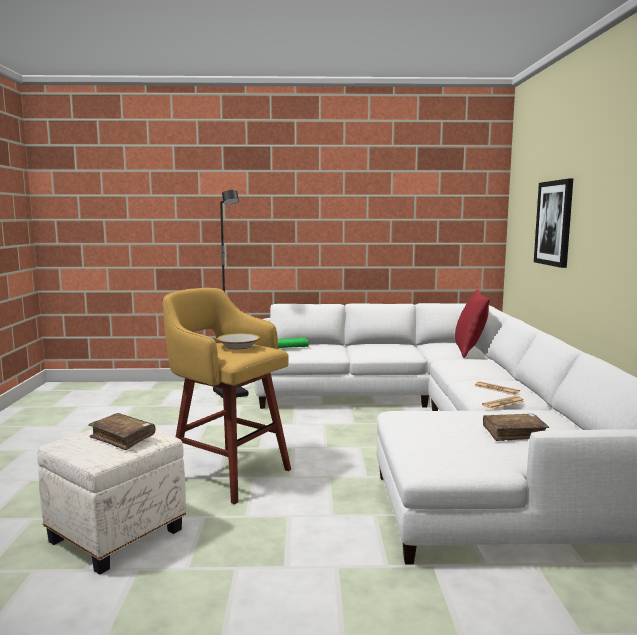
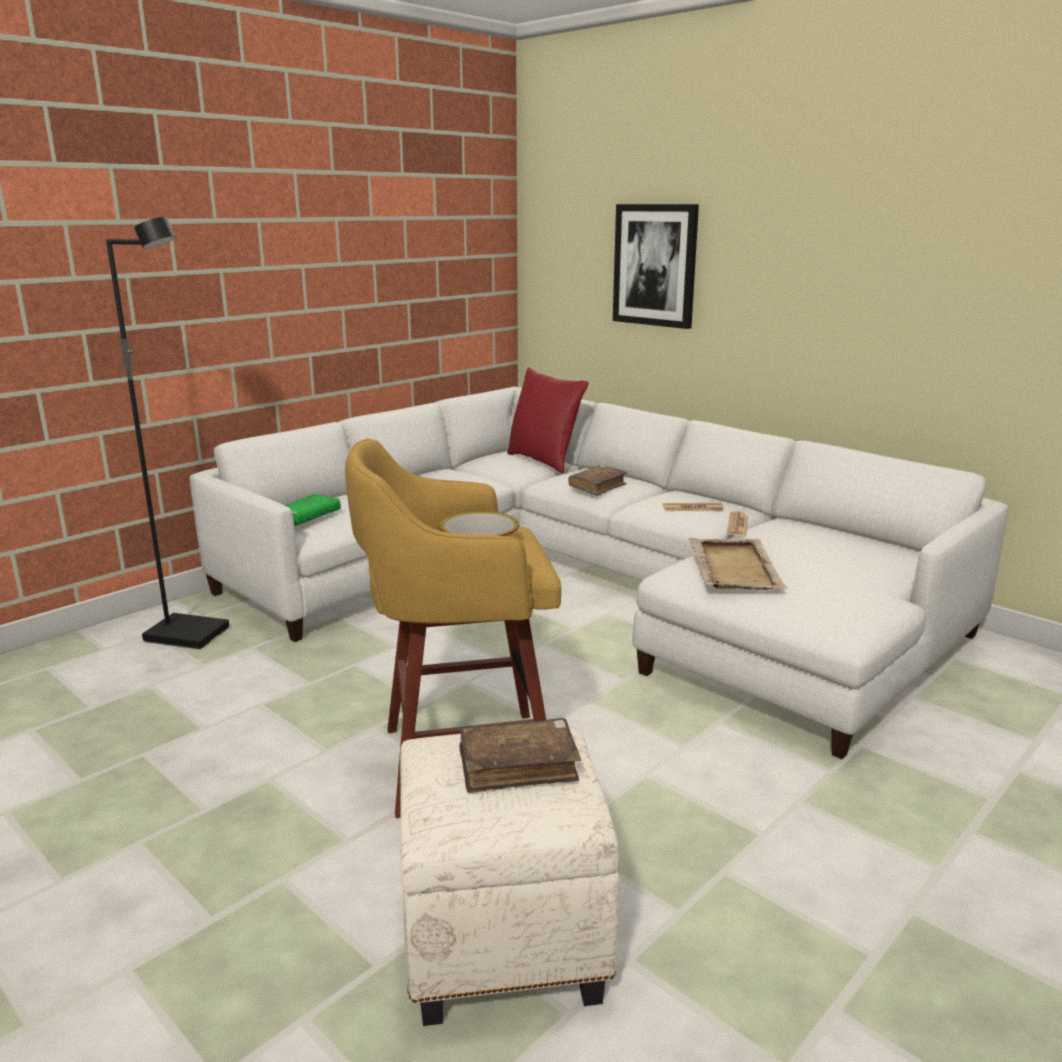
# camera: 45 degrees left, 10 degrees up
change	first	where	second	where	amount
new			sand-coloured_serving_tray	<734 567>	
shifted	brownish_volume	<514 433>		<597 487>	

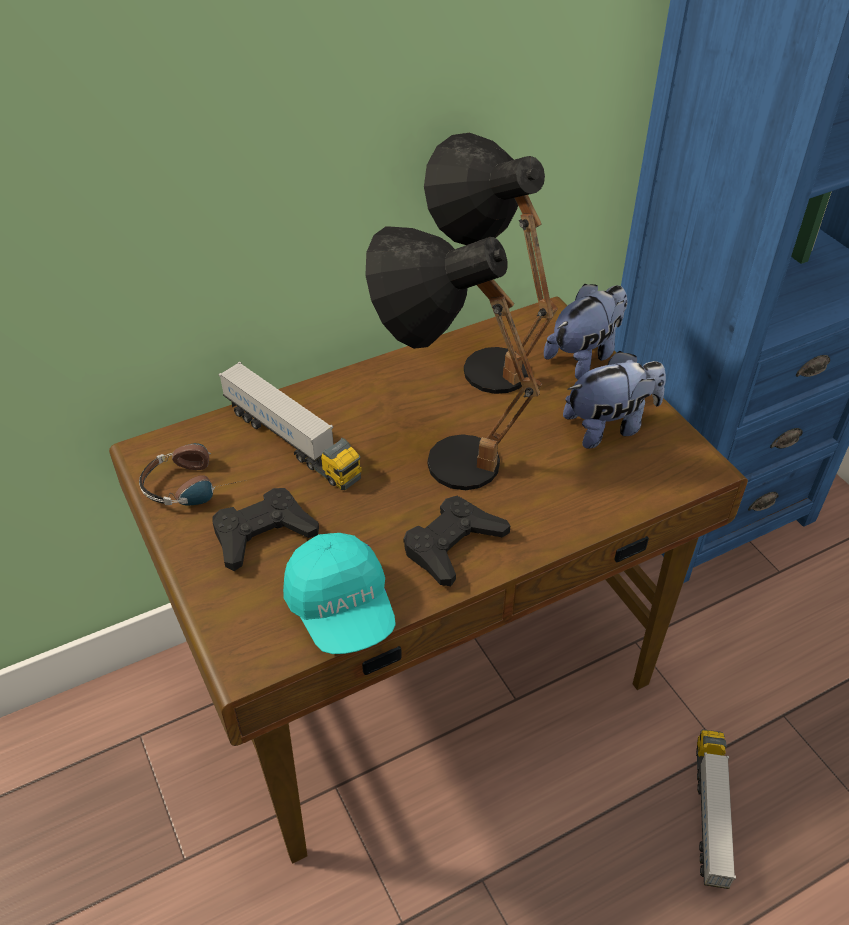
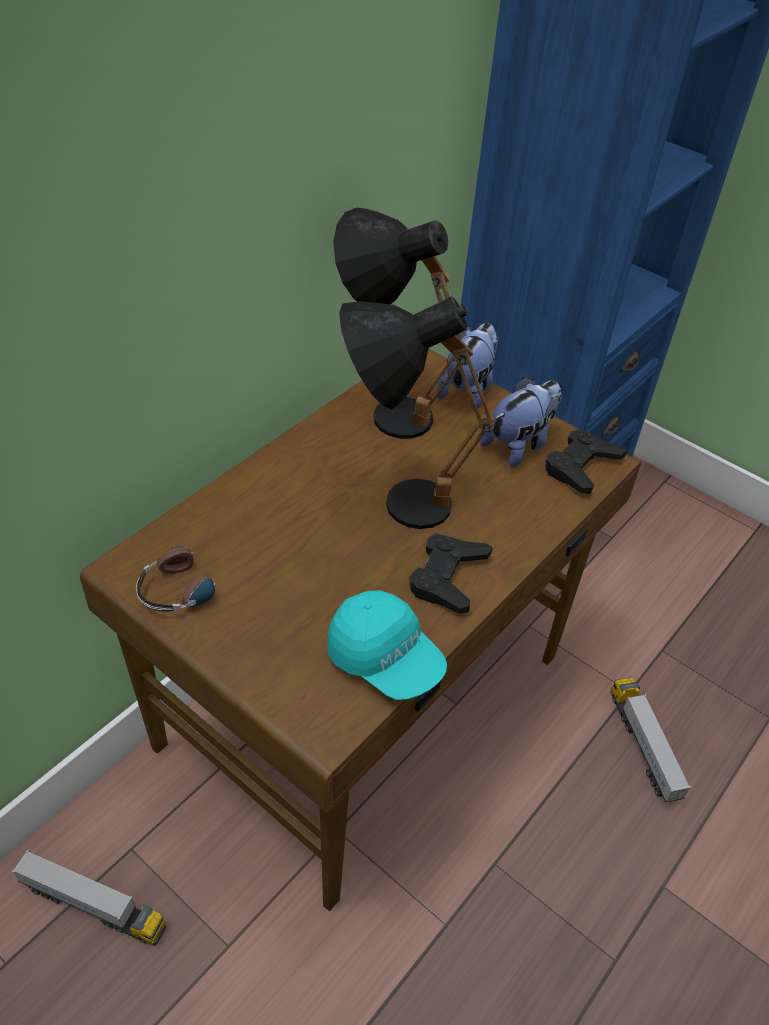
# camera: 25 degrees left, 0 degrees up
change	first	where	second	where	amount
shifted	black_gamepad	<263 534>		<581 466>	
shifted	toy_lorry	<291 442>		<93 906>	

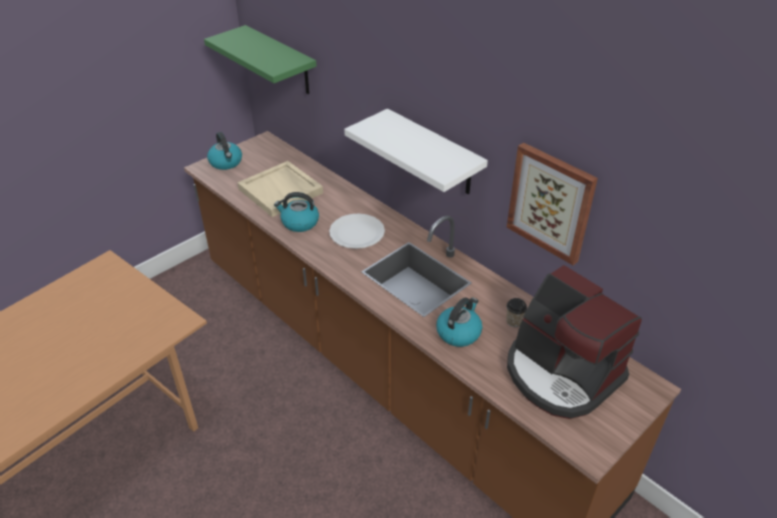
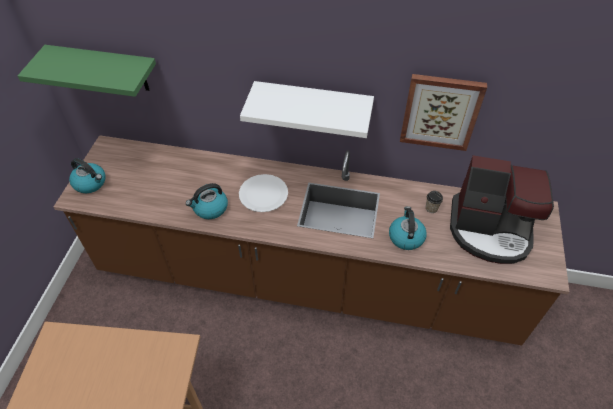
# camera: 35 degrees left, 10 degrees up
change	first	where	second	where	amount
gone	sand-coloured_serving_tray	<281 191>			

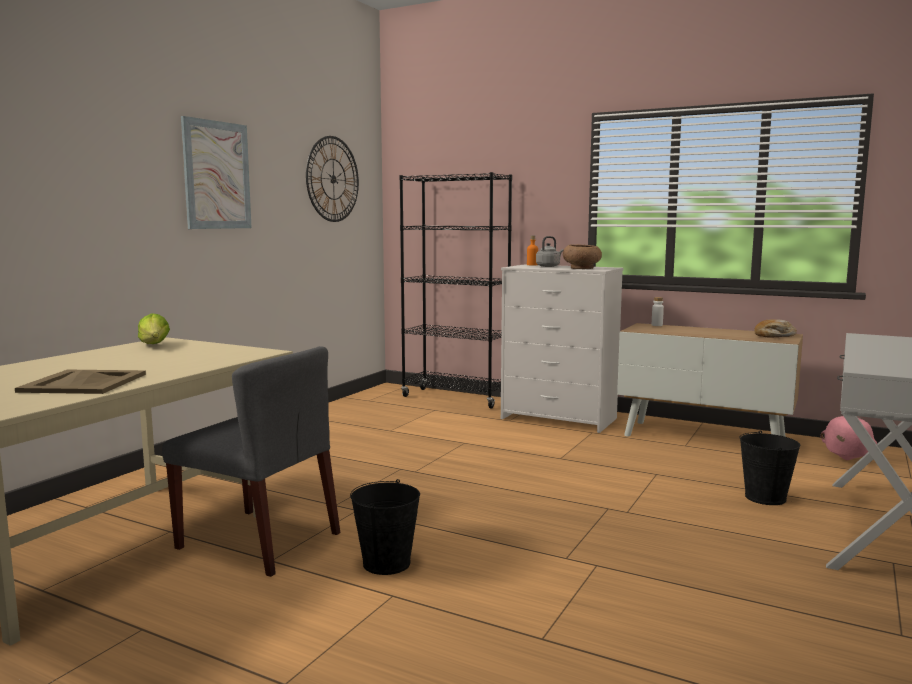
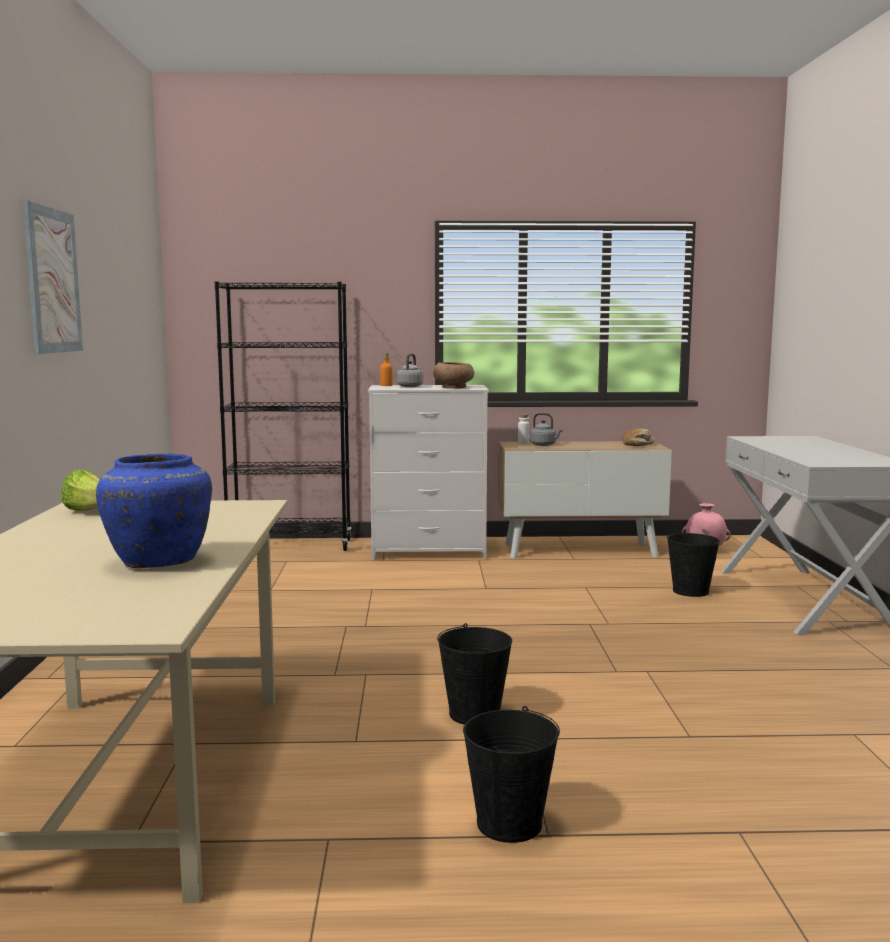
# camera: 30 degrees left, 0 degrees up
change	first	where	second	where	amount
gone	grey_plain_chair	<260 541>			
gone	hanging_clock	<333 179>			
new			black_pail	<508 823>	
new			grey_tea_kettle	<544 445>	
swapped	sand-coloured_serving_tray	<85 382>	blue-coloured_flower_vase	<160 561>	

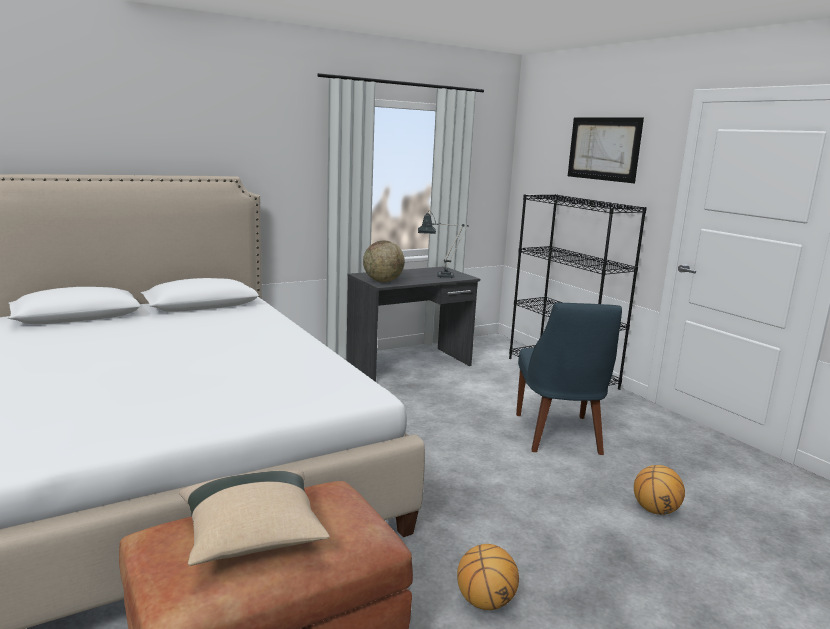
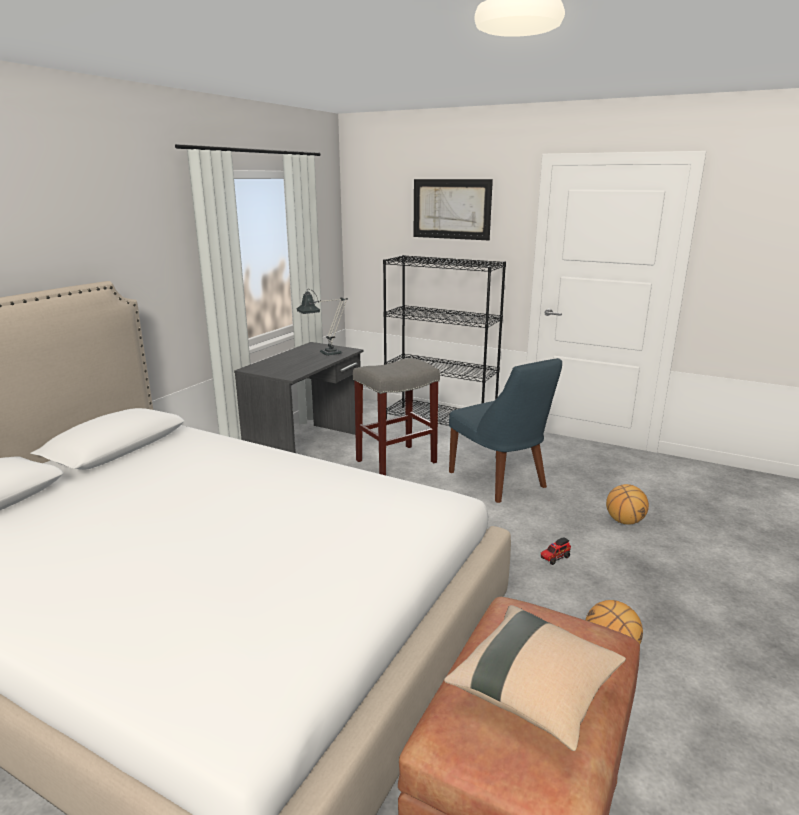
# camera: 30 degrees left, 5 degrees up
change	first	where	second	where	amount
gone	world_globe	<383 281>			
new			grey_sitting_stool	<395 462>	
new			toy_lorry	<554 558>	

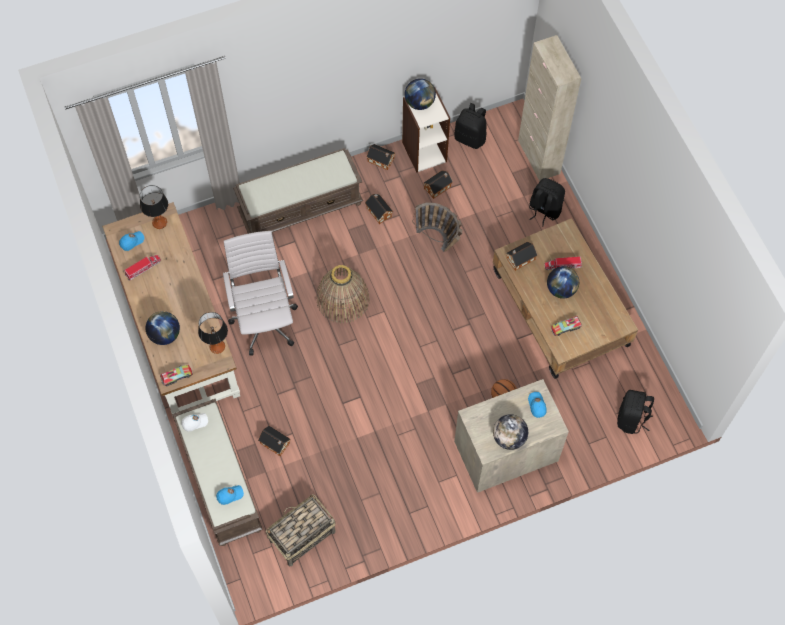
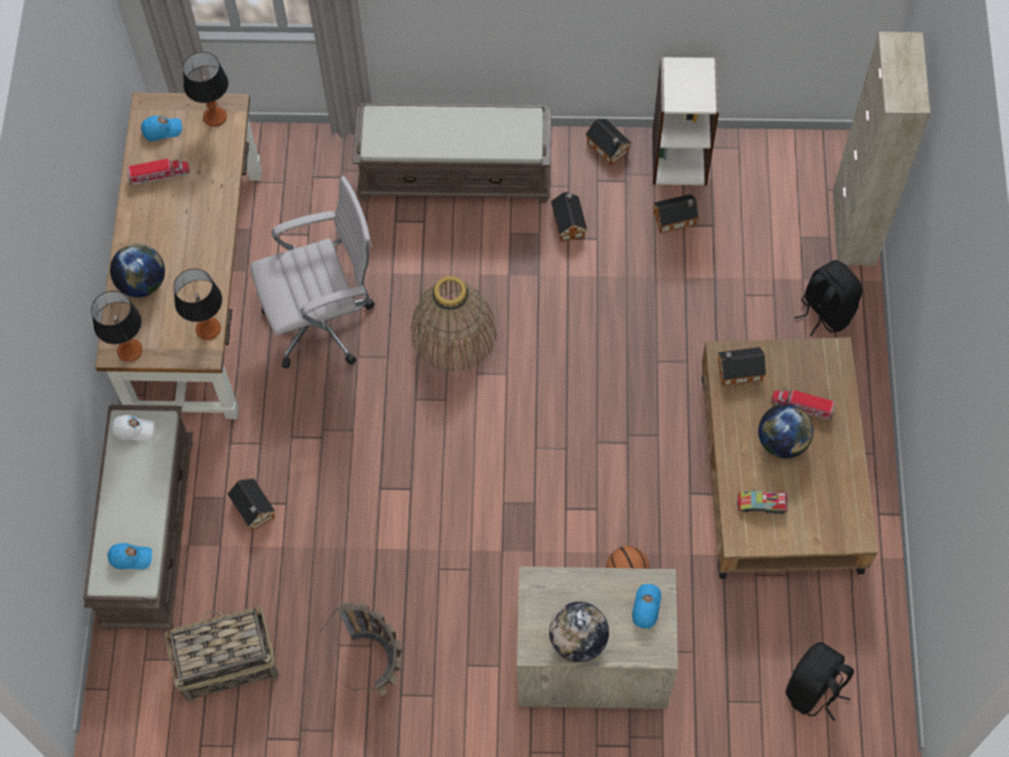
# camera: 25 degrees right, 0 degrees up
change	first	where	second	where	amount
gone	world_globe	<419 103>			
gone	black_knapsack	<470 138>			
shifted	household_basket	<439 242>		<379 670>	
swapped	toy_lorry	<177 376>	tabletop_lamp	<129 350>	
rotated	white_desk_chair	<264 321>		<325 322>	60 degrees clockwise

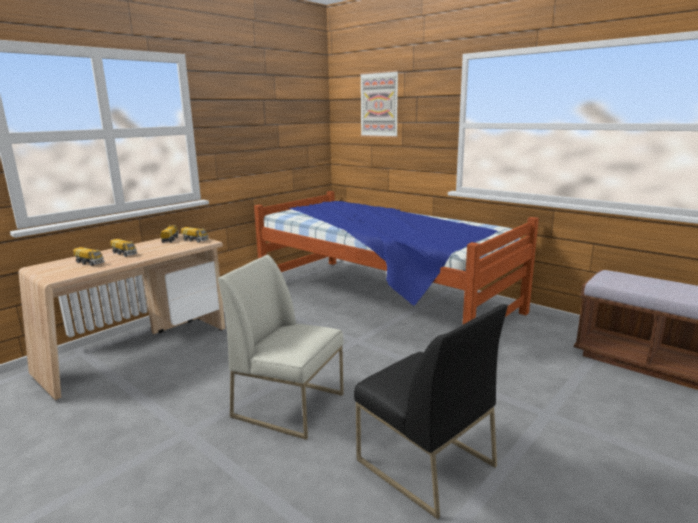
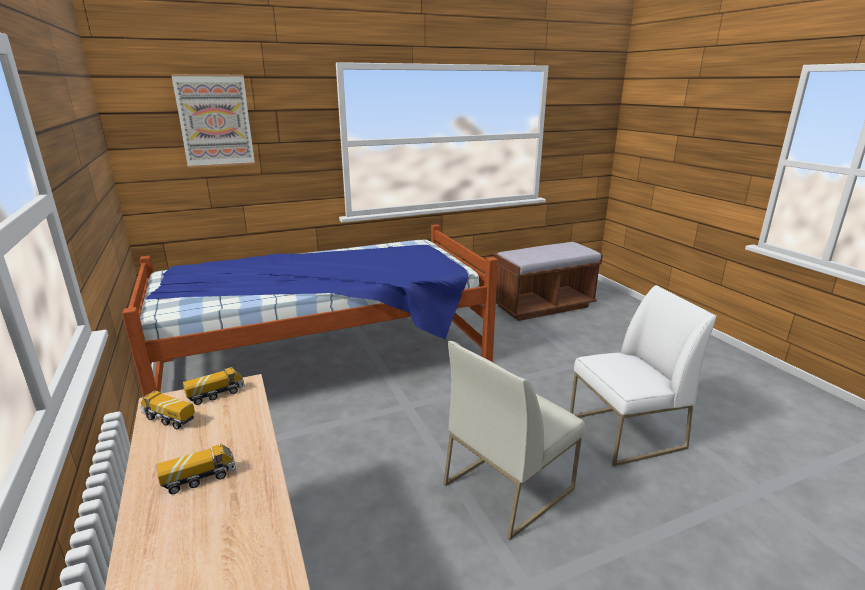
# camera: 65 degrees left, 5 degrees up
change	first	where	second	where	amount
gone	toy_lorry	<90 263>			
repainted	black_plain_chair	<424 463>	white_plain_chair	<625 433>	

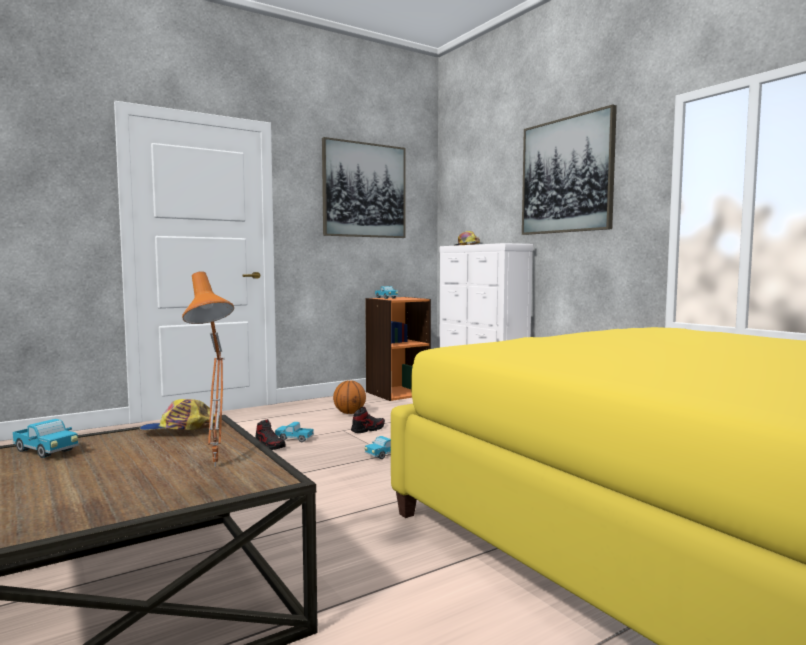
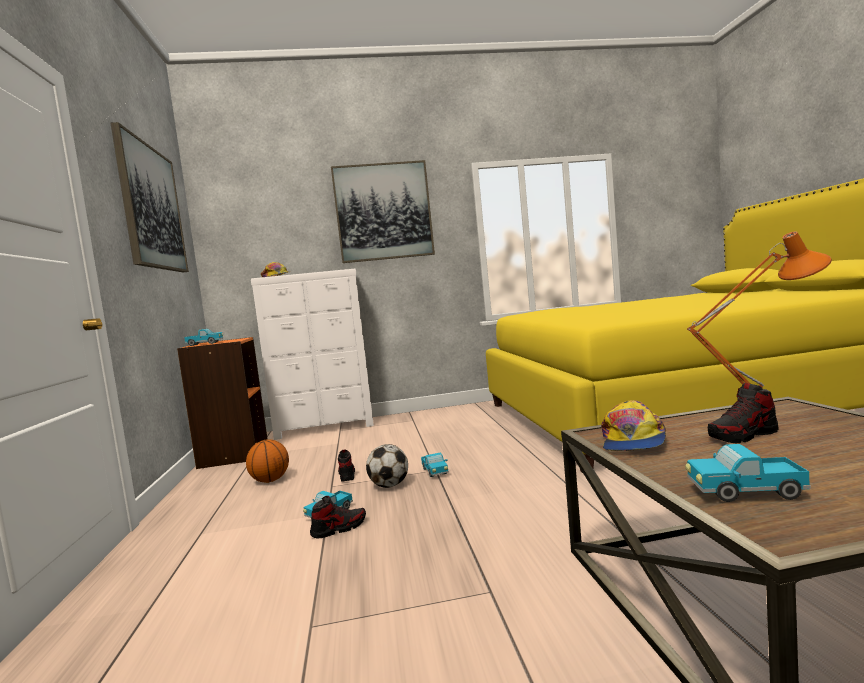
# camera: 65 degrees left, 0 degrees up
change	first	where	second	where	amount
new			football_ball	<389 485>	
new			shoe	<743 435>	
rotated	toy_lorry	<46 451>		<744 492>	135 degrees counterclockwise

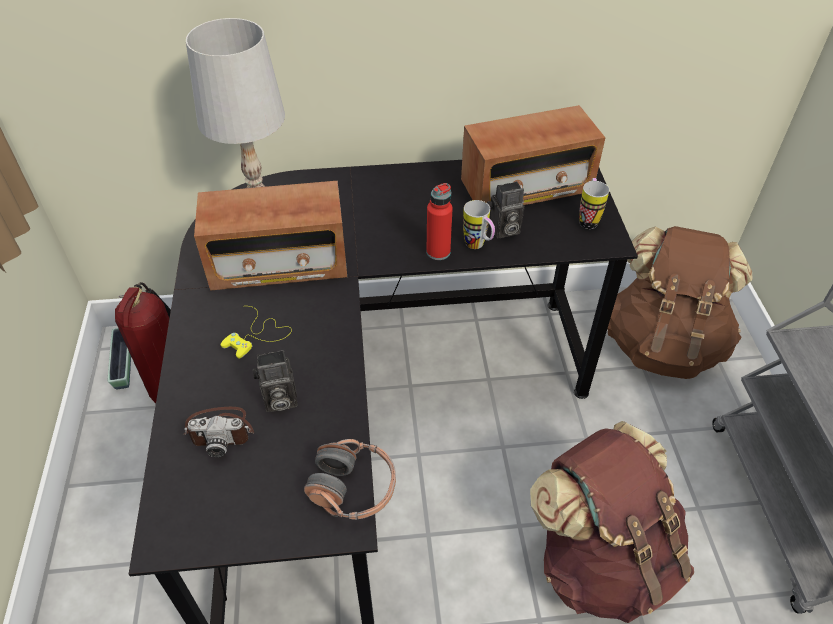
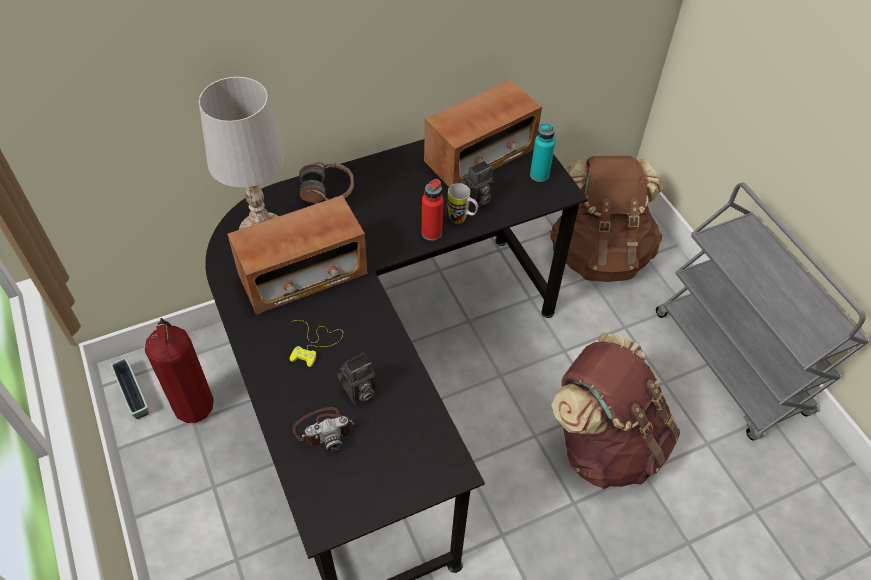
# camera: 20 degrees left, 5 degrees up
change	first	where	second	where	amount
shifted	pair_of_headphones	<353 488>		<327 191>	
swapped	mug	<588 219>	turquoise_bottle	<539 175>	

